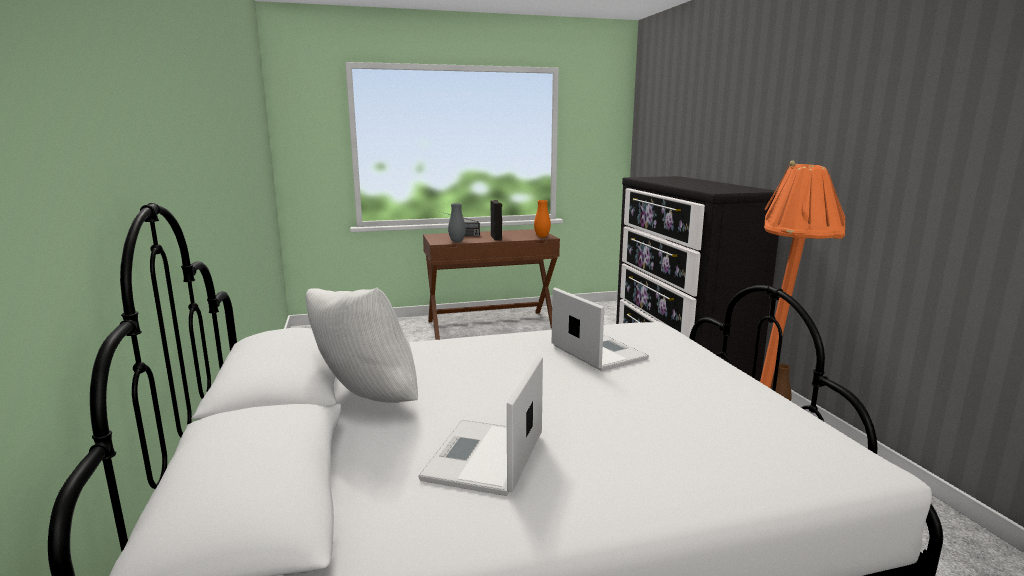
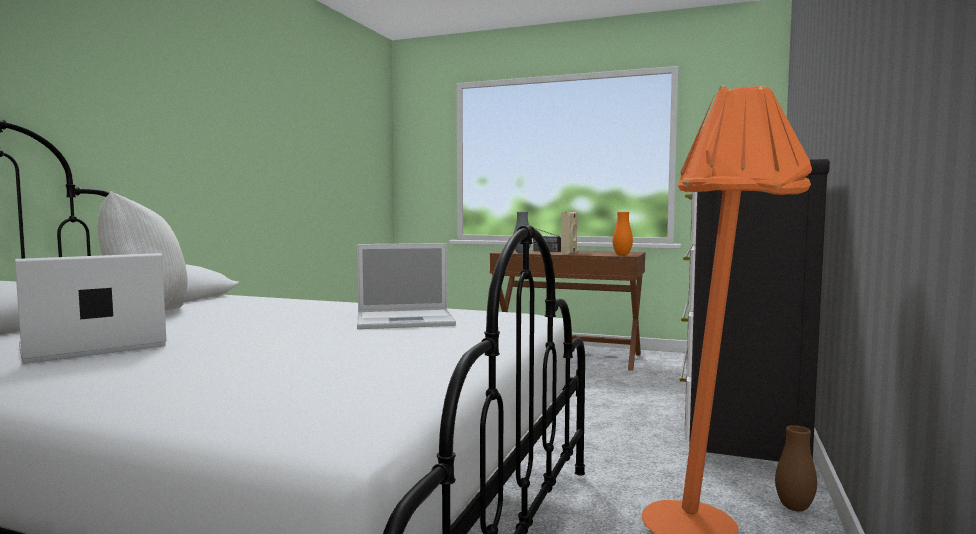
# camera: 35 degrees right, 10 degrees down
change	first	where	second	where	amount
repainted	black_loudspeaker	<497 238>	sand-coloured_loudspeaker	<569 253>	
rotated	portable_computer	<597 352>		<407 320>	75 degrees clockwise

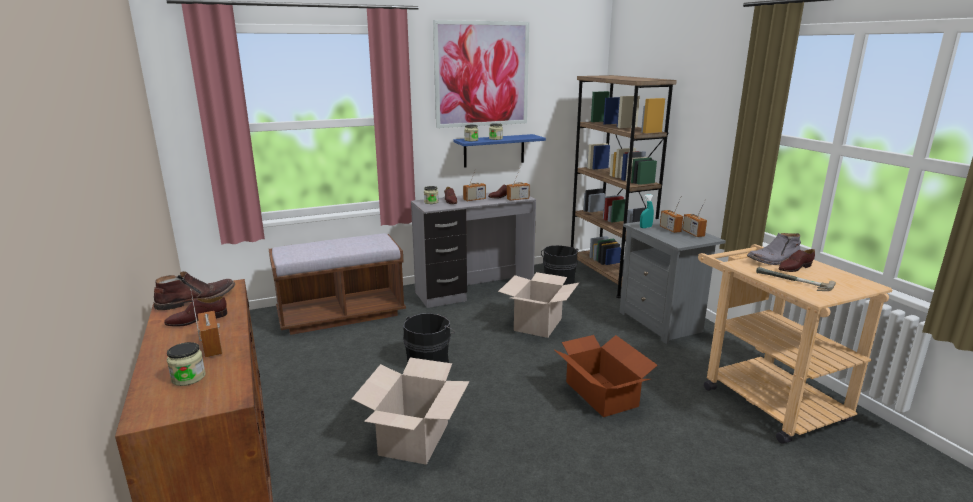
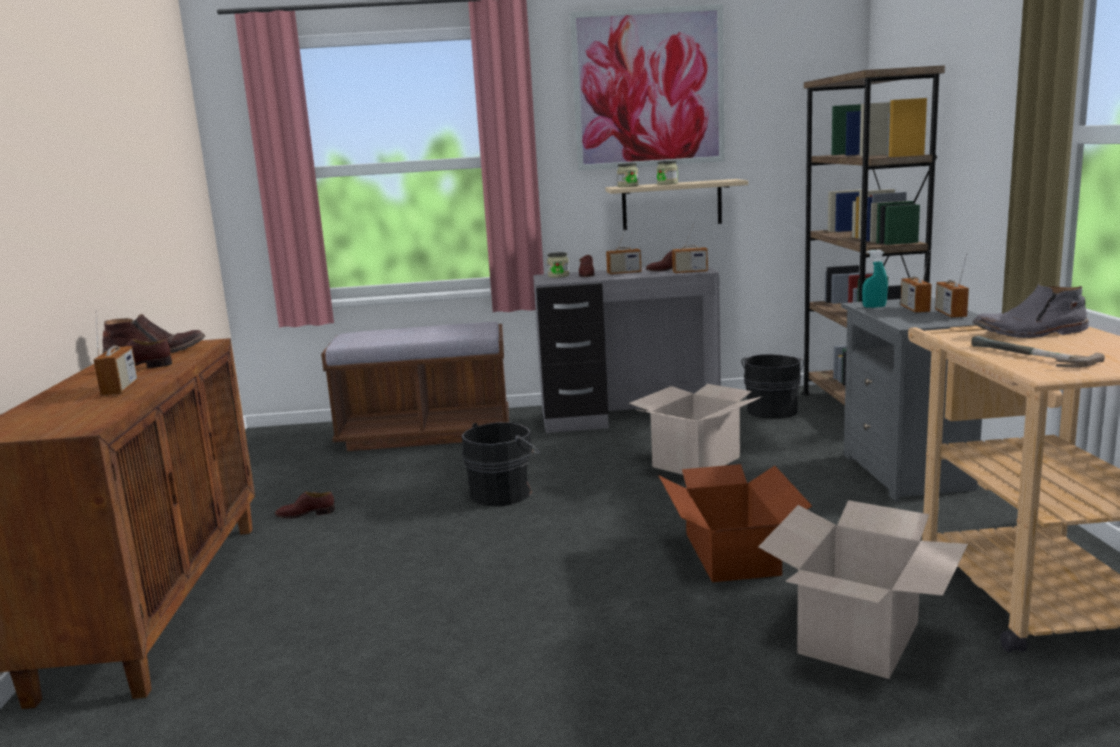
# camera: 20 degrees right, 5 degrees down
change	first	where	second	where	amount
gone	preserve_jar	<188 377>			
shifted	cardboard_box	<413 439>		<857 637>	
shifted	brownish_shoe	<794 268>		<305 514>	
repainted	blue-coloured_shelf	<494 150>	sand-coloured_shelf	<671 205>	

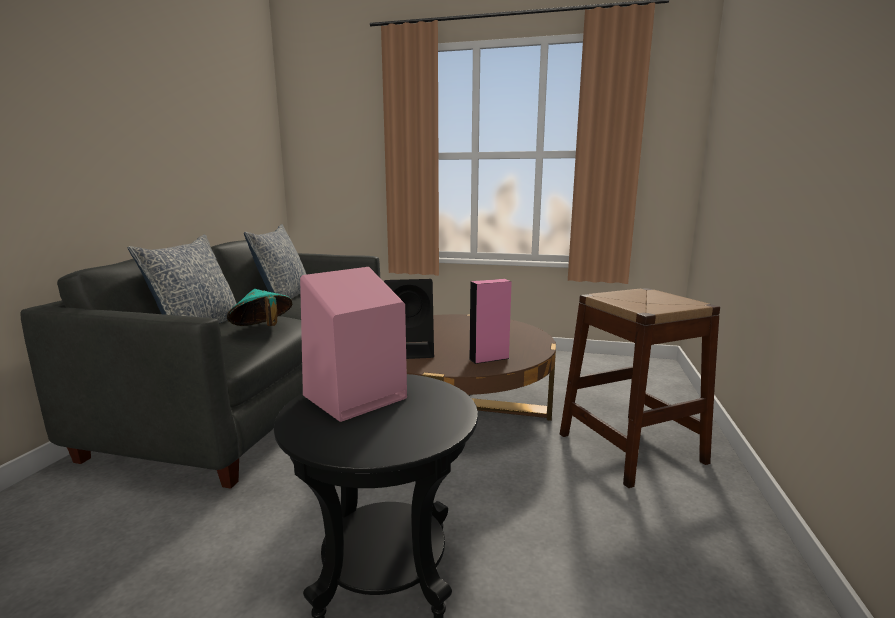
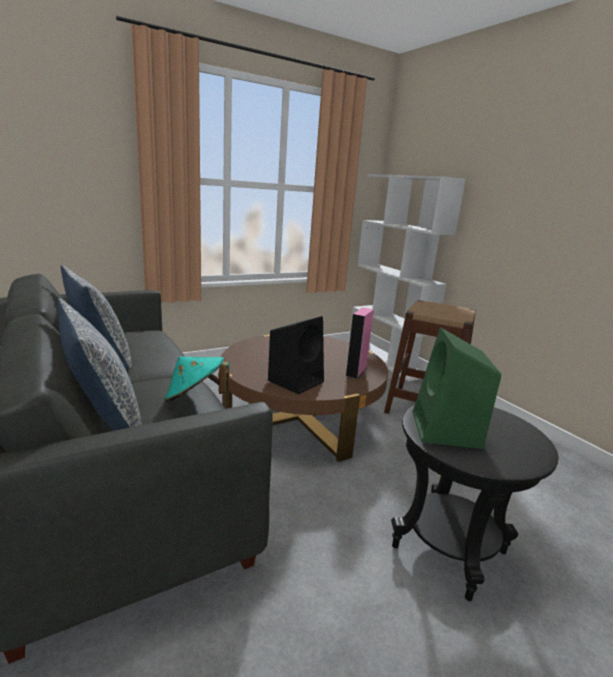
# camera: 45 degrees left, 5 degrees up
change	first	where	second	where	amount
new			white_bookcase	<386 360>	
repainted	pink-coloured_loudspeaker	<353 398>	greenish_loudspeaker	<446 431>	

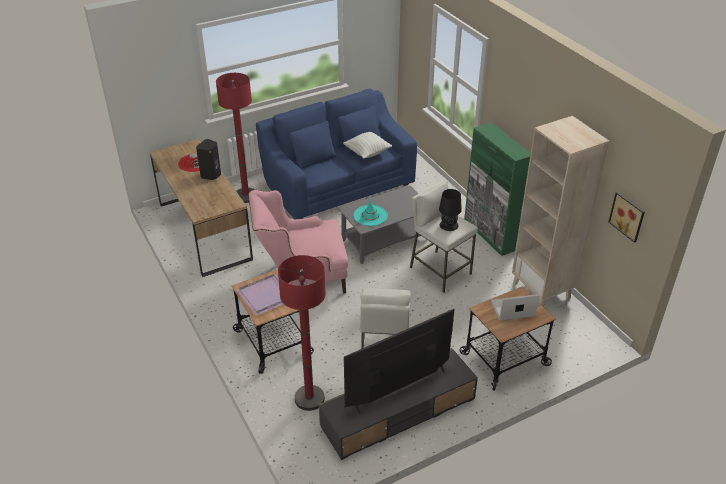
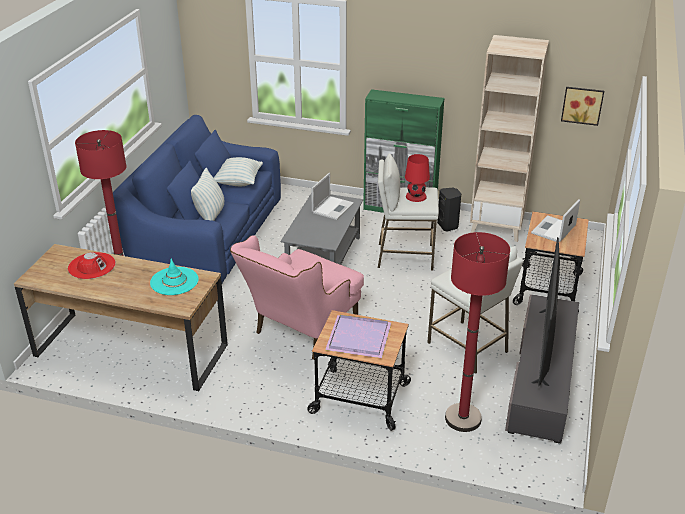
# camera: 45 degrees left, 5 degrees down
change	first	where	second	where	amount
new			cushion	<210 215>	
new			portable_computer	<333 207>	
shifted	black_loudspeaker	<211 175>		<448 226>	
shifted	turquoise_wearable_hat	<370 215>		<174 281>	
repainted	black_tabletop_lamp	<448 225>	red-coloured_tabletop_lamp	<416 196>	

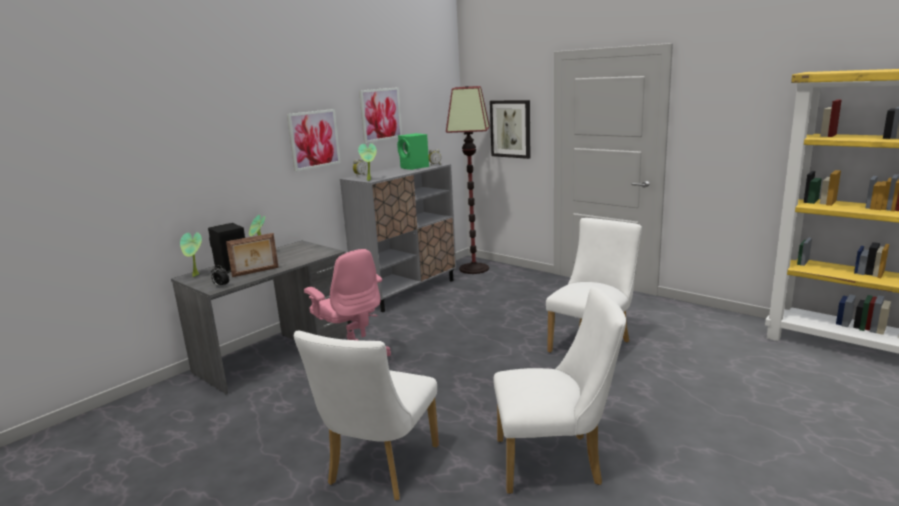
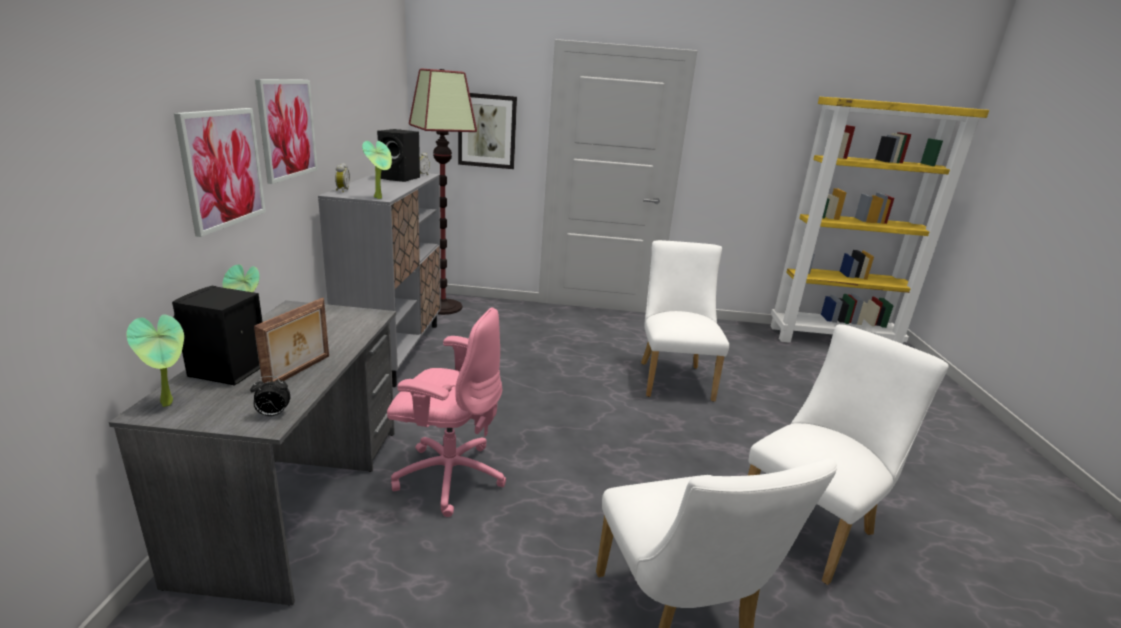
# camera: 40 degrees left, 5 degrees up
change	first	where	second	where	amount
shifted	picture	<380 114>		<222 168>	
repainted	greenish_loudspeaker	<415 167>	black_loudspeaker	<401 178>	

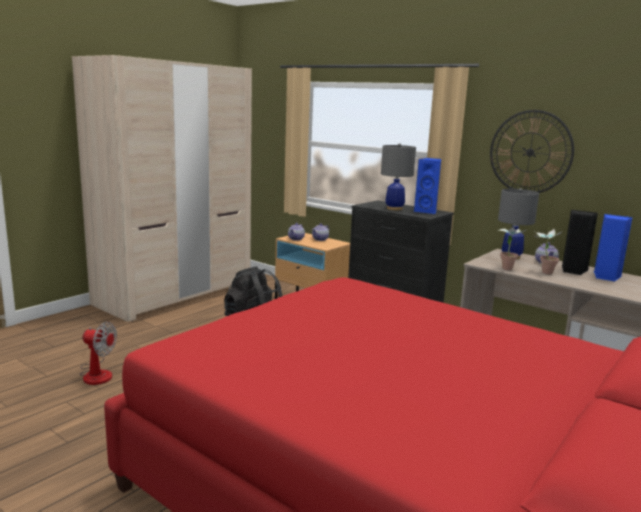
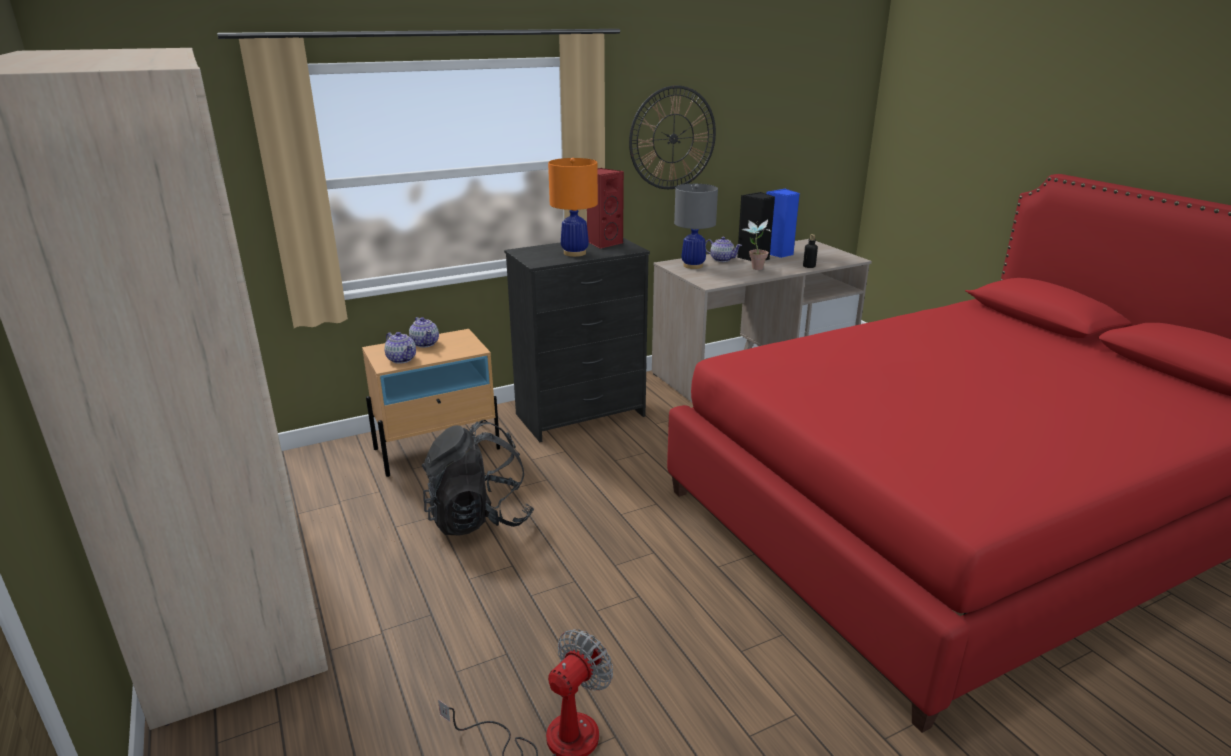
# camera: 65 degrees left, 10 degrees up
change	first	where	second	where	amount
gone	potted_plant	<507 267>			
new			bottle	<809 266>	
repainted	grey_tabletop_lamp	<394 208>	orange-coloured_tabletop_lamp	<575 253>	
repainted	blue-coloured_loudspeaker	<427 211>	red-coloured_loudspeaker	<603 243>	

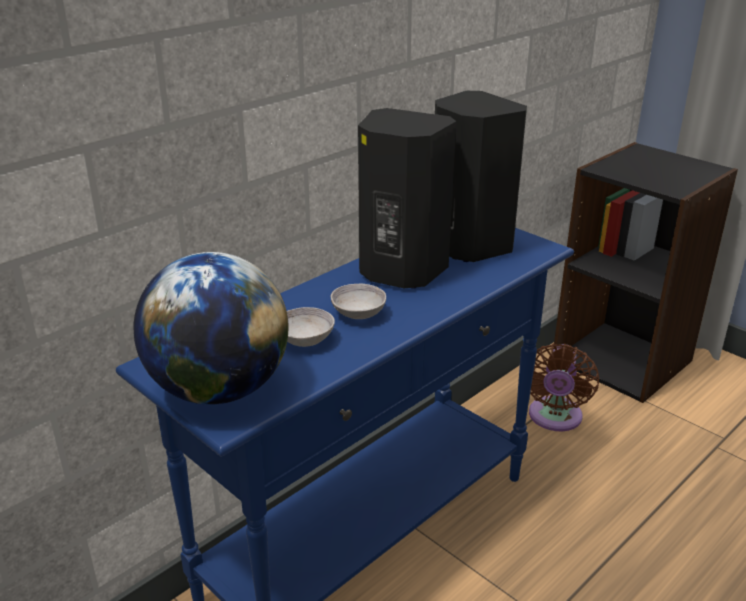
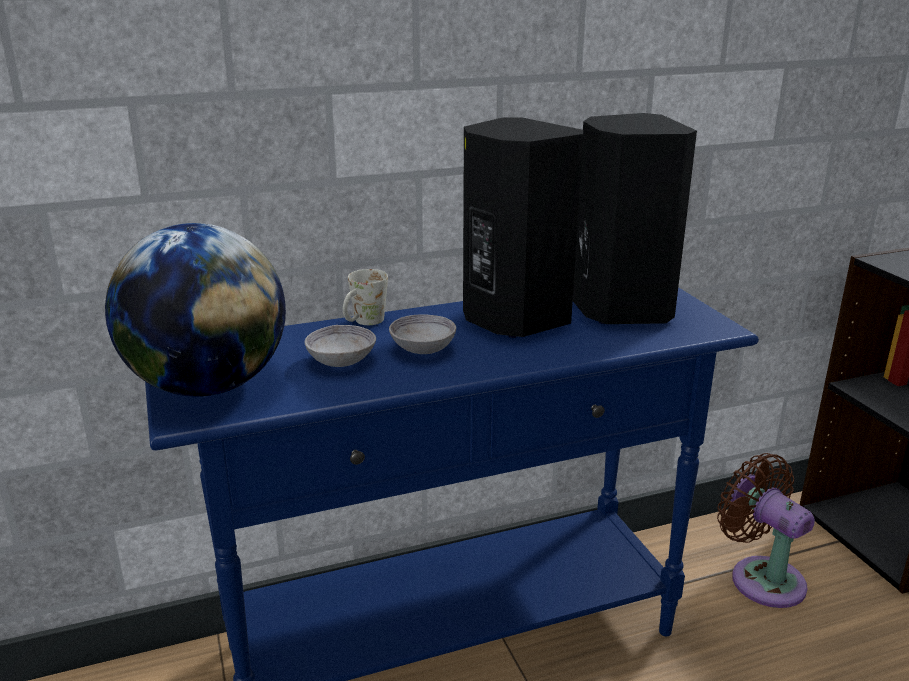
# camera: 25 degrees right, 5 degrees down
change	first	where	second	where	amount
new			white_mug	<364 323>	
rotated	brownish_electric_fan	<554 418>		<761 577>	105 degrees clockwise

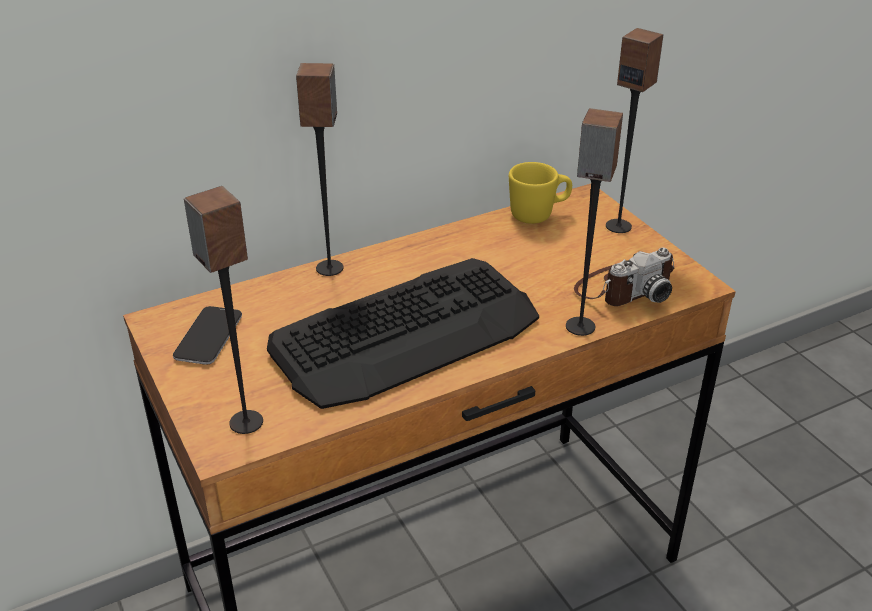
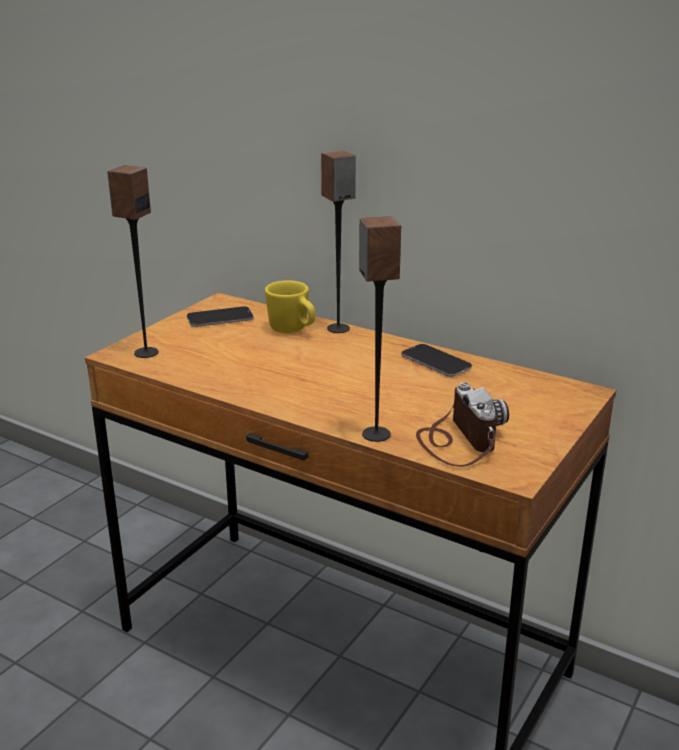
# camera: 60 degrees right, 10 degrees down
change	first	where	second	where	amount
gone	PC_keyboard	<407 333>			
gone	loudspeaker	<619 226>			
new			handset	<436 362>	
shifted	yellow-coloured_mug	<538 214>		<293 330>	
rotated	photo_camera	<623 288>		<458 441>	135 degrees counterclockwise

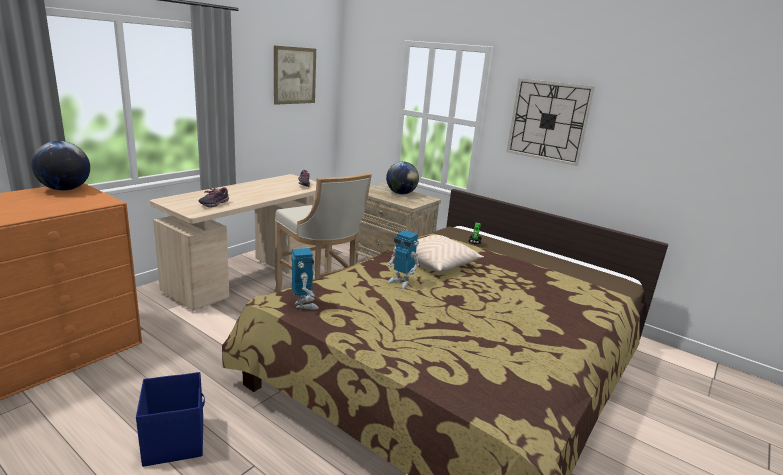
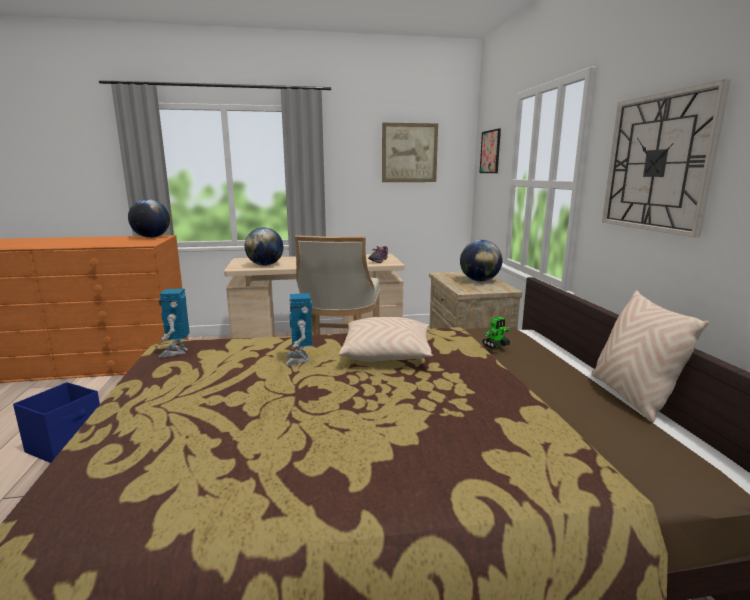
# camera: 45 degrees right, 5 degrees down
change	first	where	second	where	amount
new			picture	<490 152>	
new			sand-coloured_cushion	<631 397>	
swapped	shoe	<214 204>	world_globe	<265 265>	
rotated	toy_robot	<304 304>		<176 352>	150 degrees clockwise

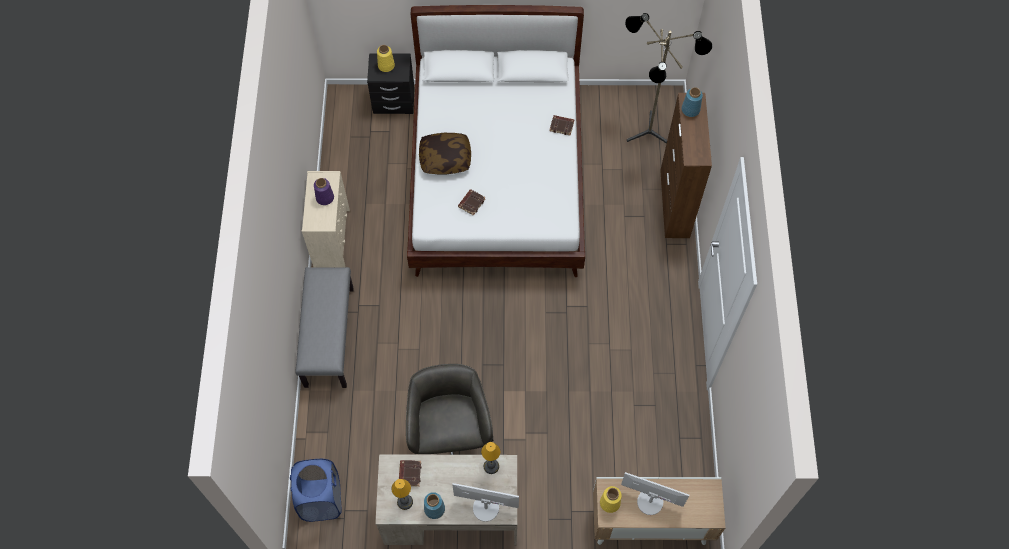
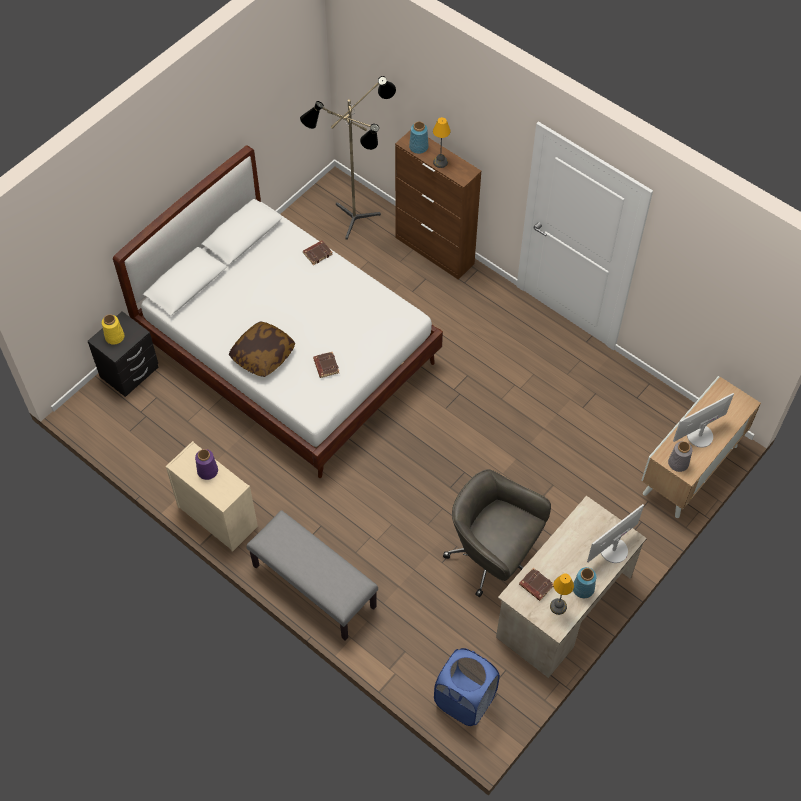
# camera: 50 degrees left, 5 degrees down
change	first	where	second	where	amount
shifted	tabletop_lamp	<490 466>		<440 162>	
repainted	yellow-coloured_flower_vase	<609 502>	grey_flower_vase	<678 463>	

